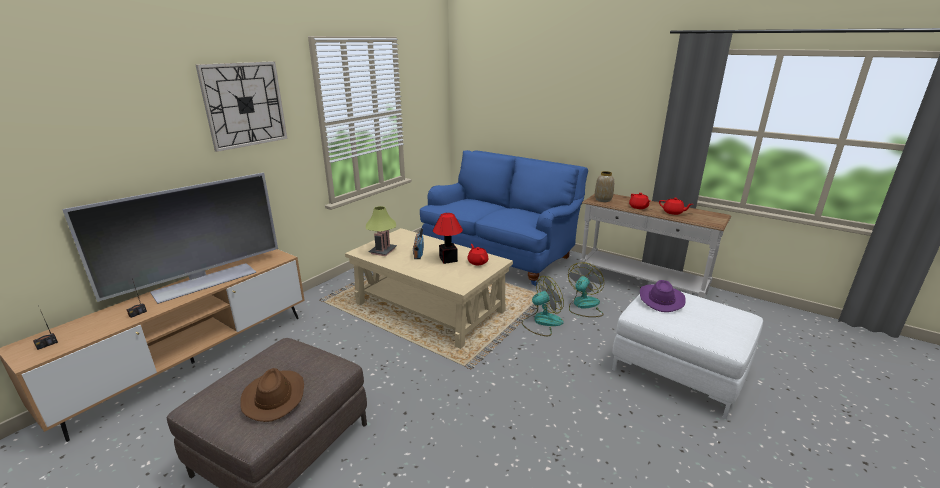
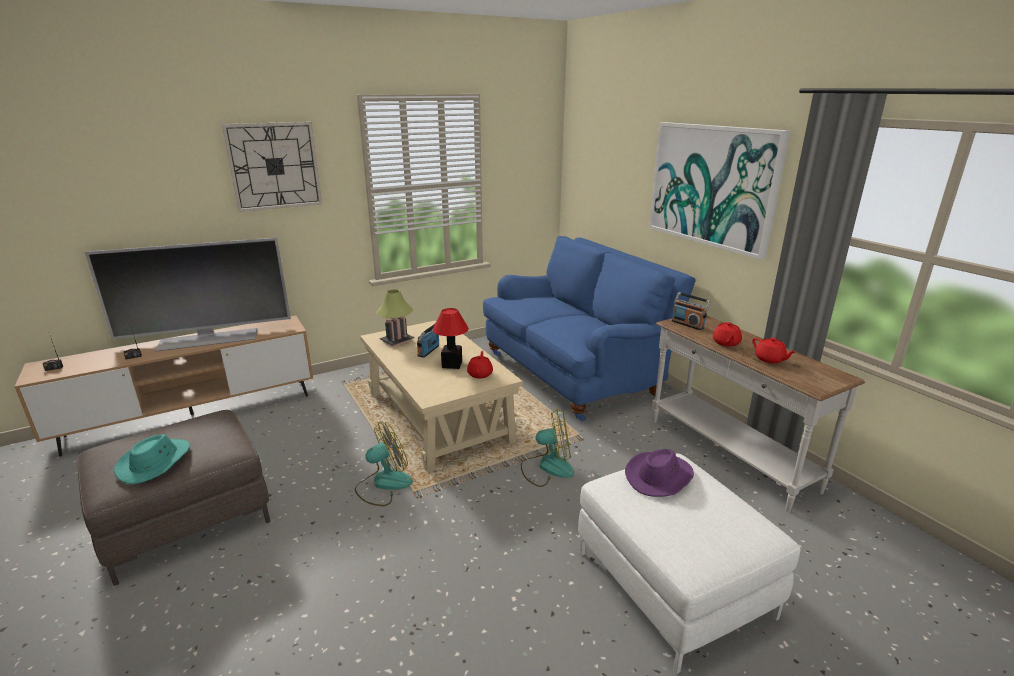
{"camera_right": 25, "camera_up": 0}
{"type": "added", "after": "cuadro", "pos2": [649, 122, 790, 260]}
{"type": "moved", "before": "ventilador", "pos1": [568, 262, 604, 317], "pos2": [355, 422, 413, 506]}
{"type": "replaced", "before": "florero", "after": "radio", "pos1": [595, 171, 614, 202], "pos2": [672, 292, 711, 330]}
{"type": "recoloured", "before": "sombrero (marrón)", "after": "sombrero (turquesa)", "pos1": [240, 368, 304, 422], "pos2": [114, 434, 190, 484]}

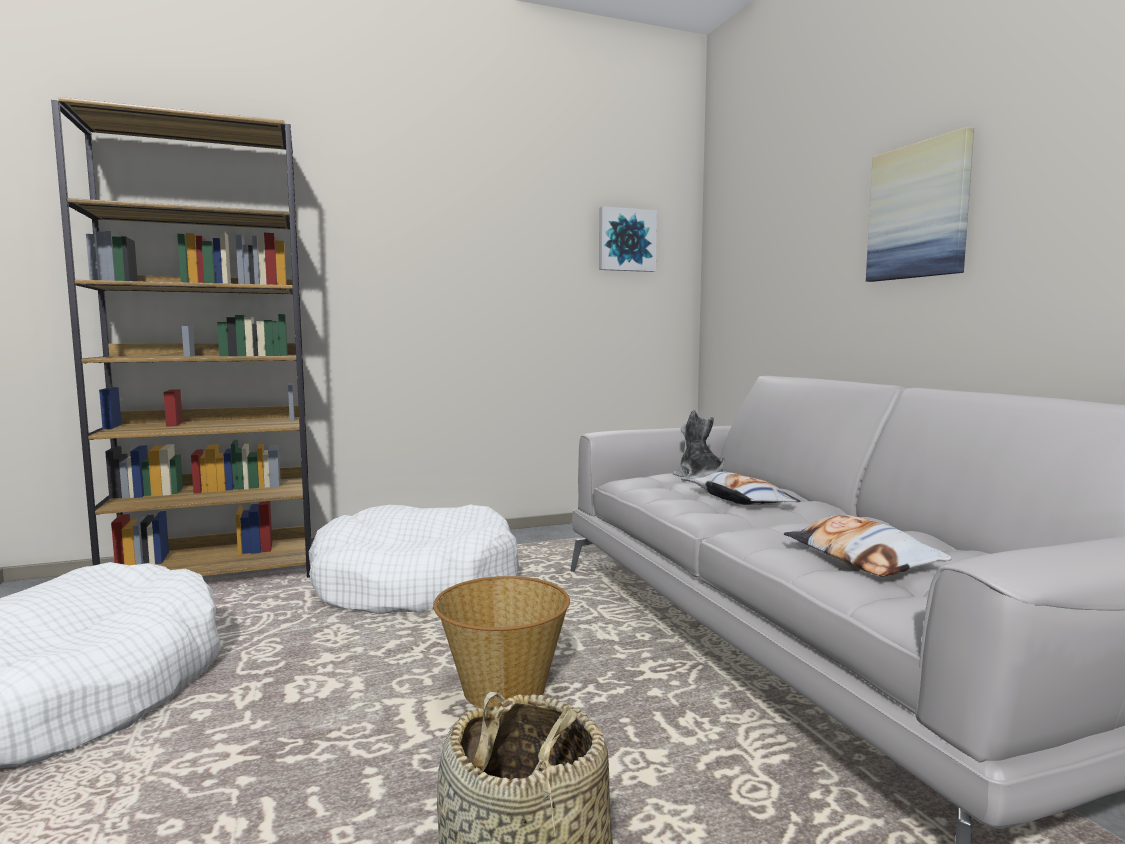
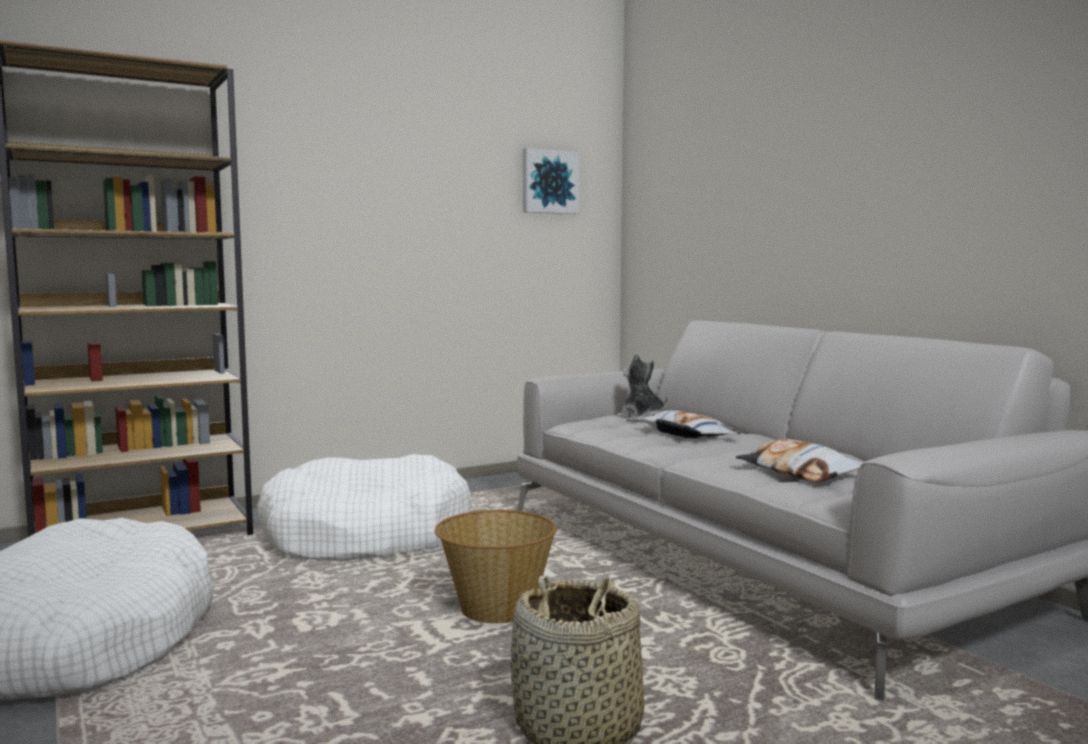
{"camera_right": -10, "camera_up": 0}
{"type": "removed", "before": "cuadro", "pos1": [866, 127, 974, 282]}

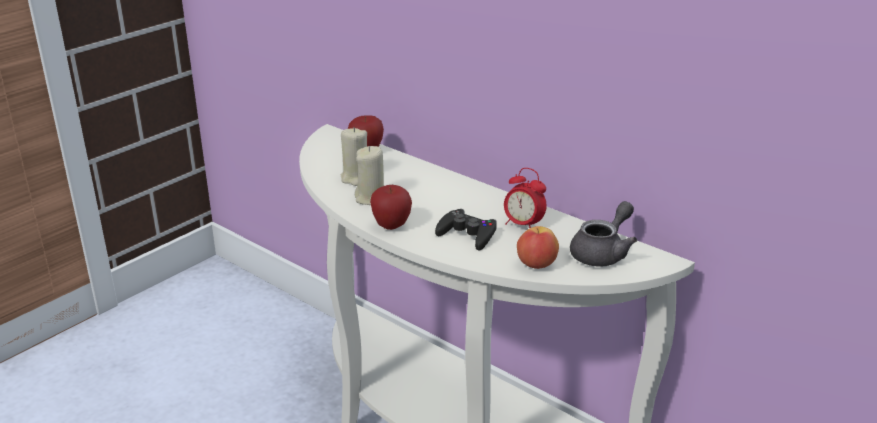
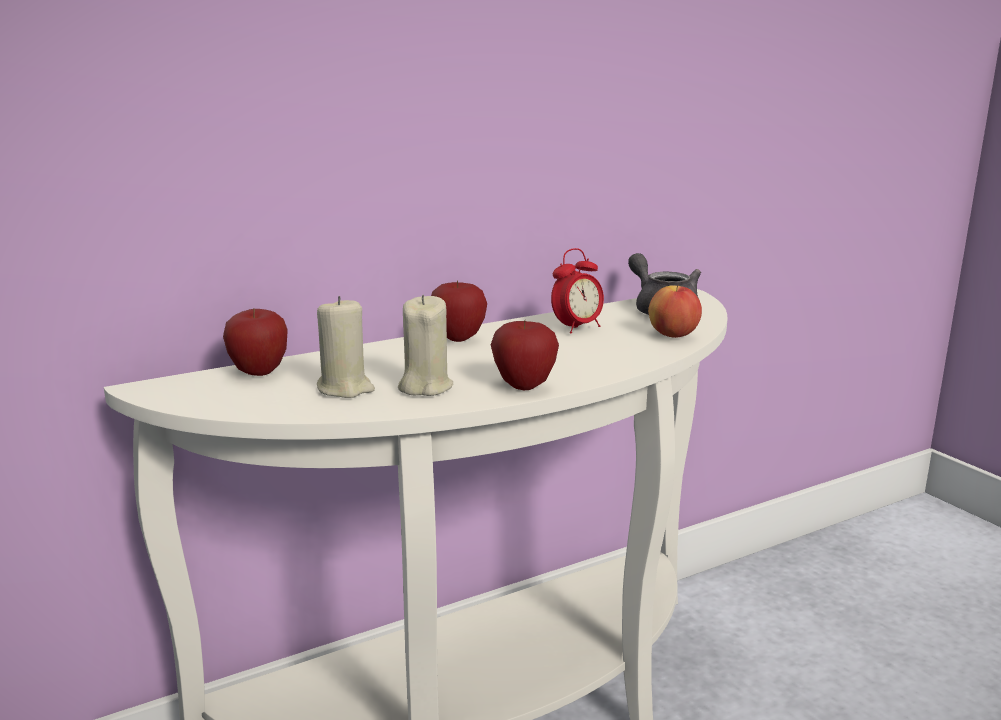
{"camera_right": -70, "camera_up": -10}
{"type": "removed", "before": "mando de consola (negro)", "pos1": [435, 209, 497, 250]}
{"type": "added", "after": "manzana", "pos2": [431, 281, 487, 342]}

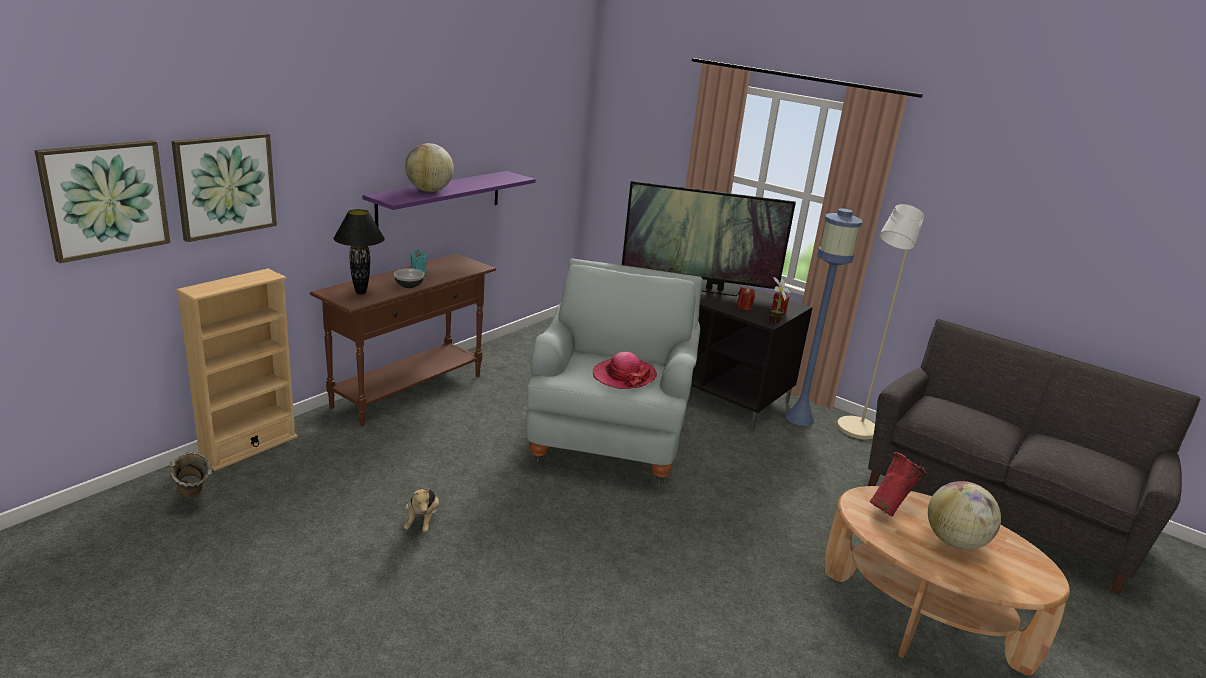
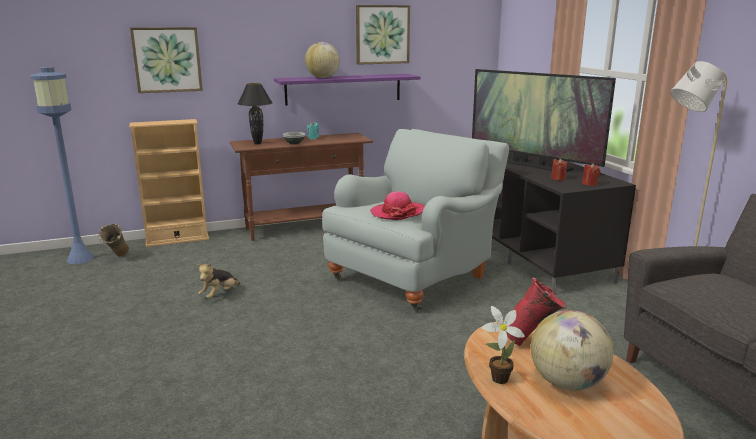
{"camera_right": 35, "camera_up": -5}
{"type": "moved", "before": "cuadro", "pos1": [35, 140, 170, 263], "pos2": [356, 5, 410, 65]}
{"type": "moved", "before": "planta en maceta", "pos1": [769, 277, 791, 324], "pos2": [482, 306, 525, 384]}
{"type": "moved", "before": "lámpara de pie (azul)", "pos1": [785, 208, 863, 426], "pos2": [30, 67, 94, 264]}

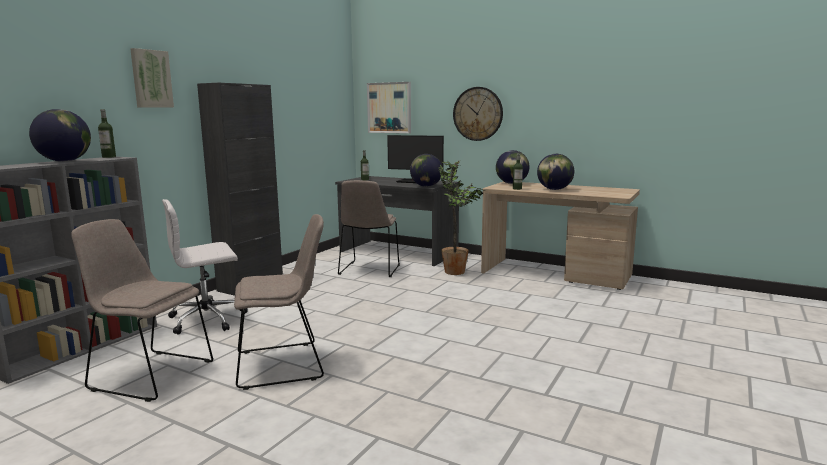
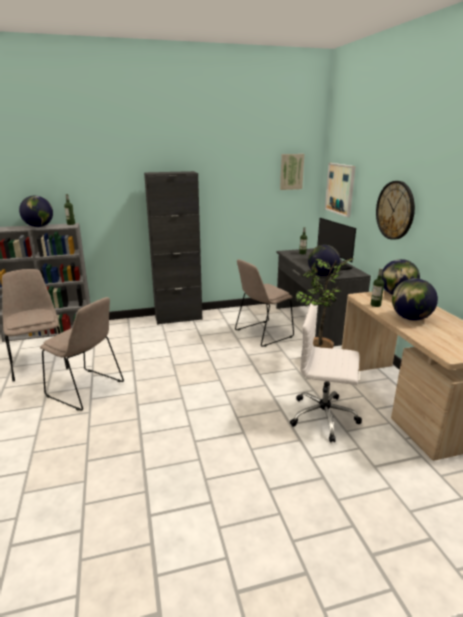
{"camera_right": 45, "camera_up": 10}
{"type": "moved", "before": "cuadro", "pos1": [130, 48, 174, 107], "pos2": [280, 154, 304, 190]}
{"type": "moved", "before": "silla de oficina (blanco)", "pos1": [162, 199, 248, 334], "pos2": [290, 303, 362, 443]}

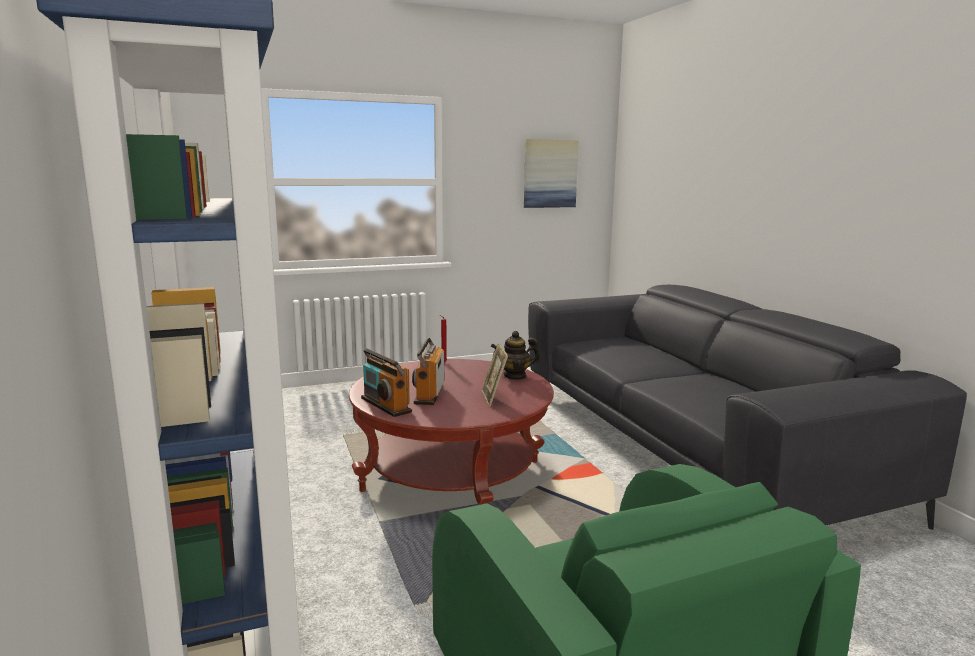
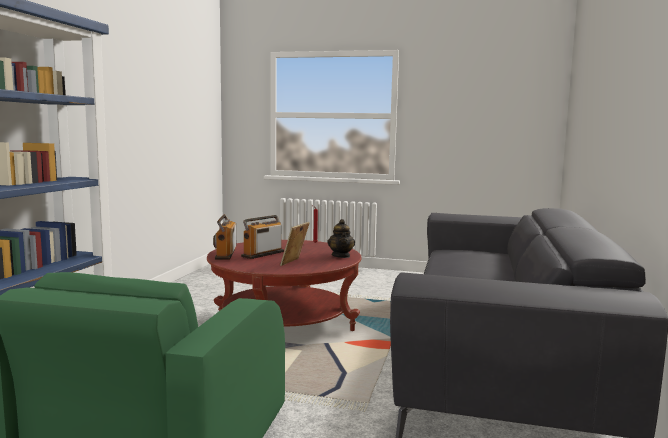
{"camera_right": 35, "camera_up": -5}
{"type": "removed", "before": "cuadro", "pos1": [524, 139, 579, 208]}
{"type": "turned", "before": "tetera", "pos1": [491, 331, 540, 380], "pos2": [327, 219, 355, 258], "turn": -120}

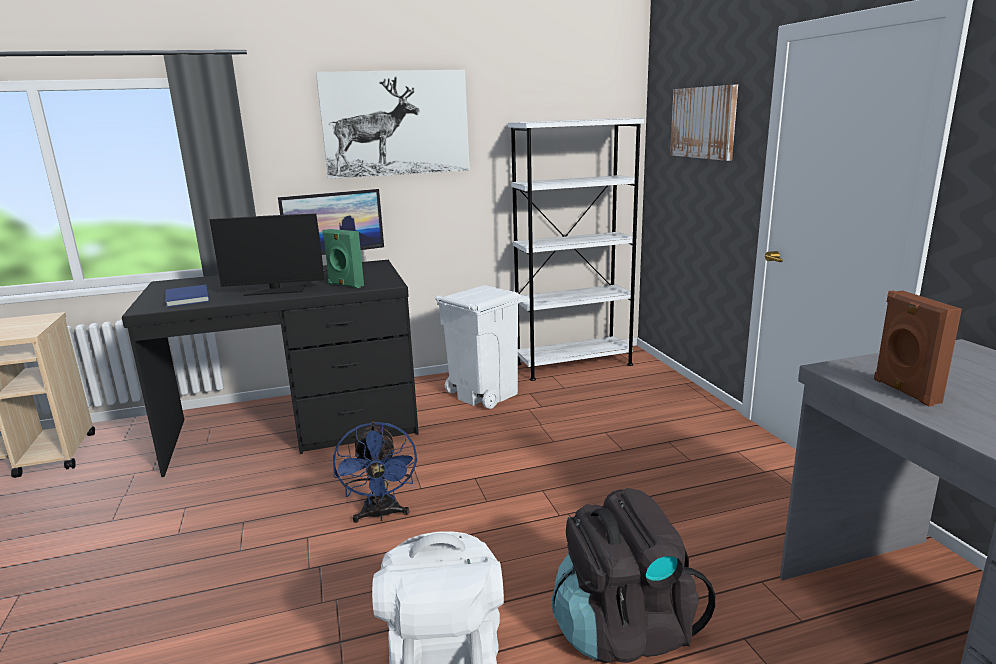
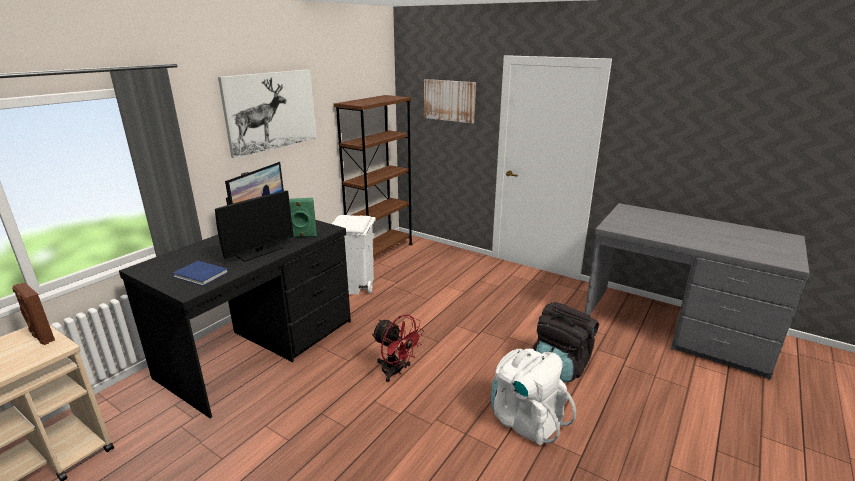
{"camera_right": -40, "camera_up": 5}
{"type": "moved", "before": "altavoz (marrón)", "pos1": [874, 290, 962, 406], "pos2": [12, 282, 55, 345]}
{"type": "recoloured", "before": "ventilador (azul)", "after": "ventilador (rojo)", "pos1": [333, 421, 418, 523], "pos2": [372, 314, 424, 382]}
{"type": "recoloured", "before": "estantería (blanco)", "after": "estantería (marrón)", "pos1": [508, 118, 644, 381], "pos2": [334, 95, 413, 258]}

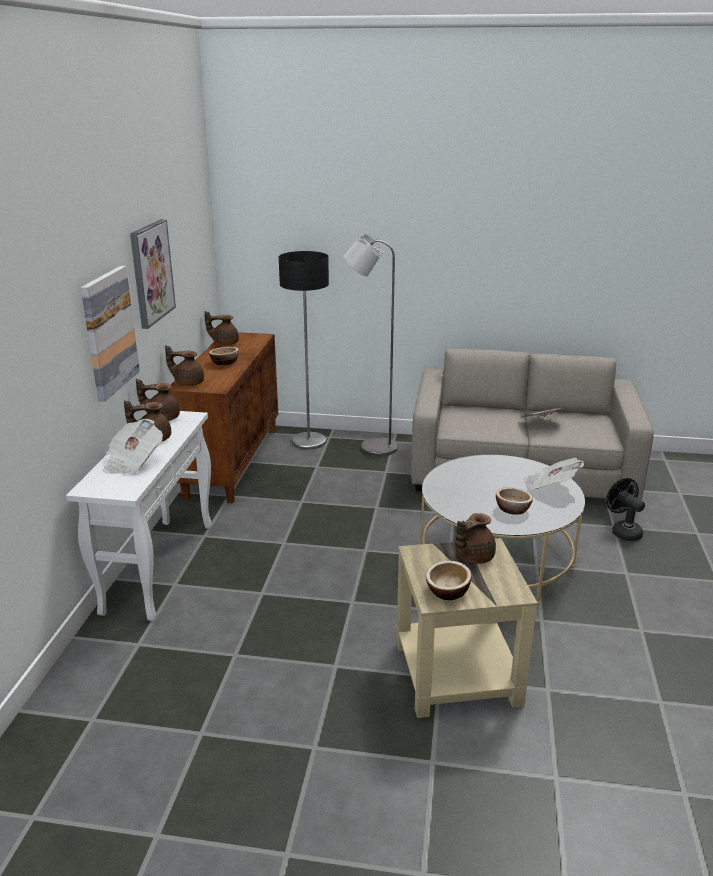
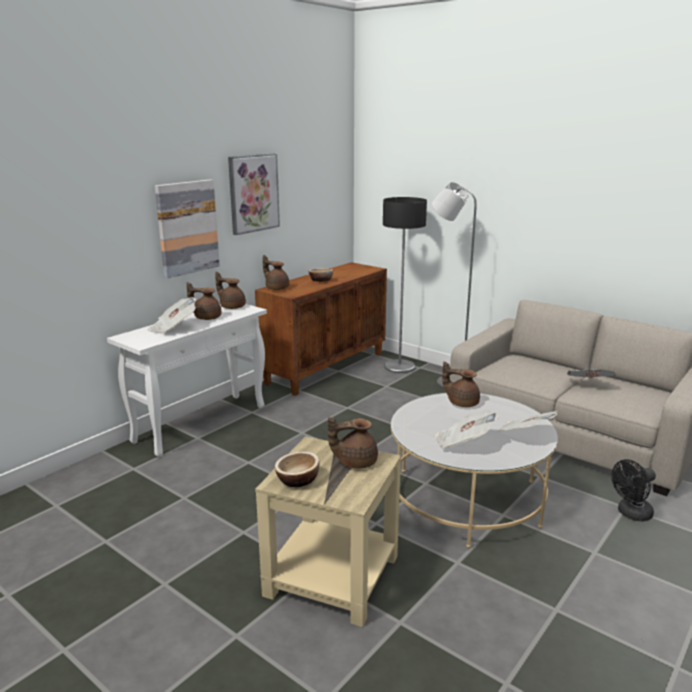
{"camera_right": 30, "camera_up": -5}
{"type": "moved", "before": "tetera (marrón)", "pos1": [204, 311, 239, 345], "pos2": [442, 361, 480, 407]}
{"type": "replaced", "before": "cuenco", "after": "periódico", "pos1": [496, 487, 533, 515], "pos2": [434, 410, 498, 449]}
{"type": "turned", "before": "ventilador (negro)", "pos1": [606, 478, 645, 541], "pos2": [611, 460, 656, 522], "turn": -120}

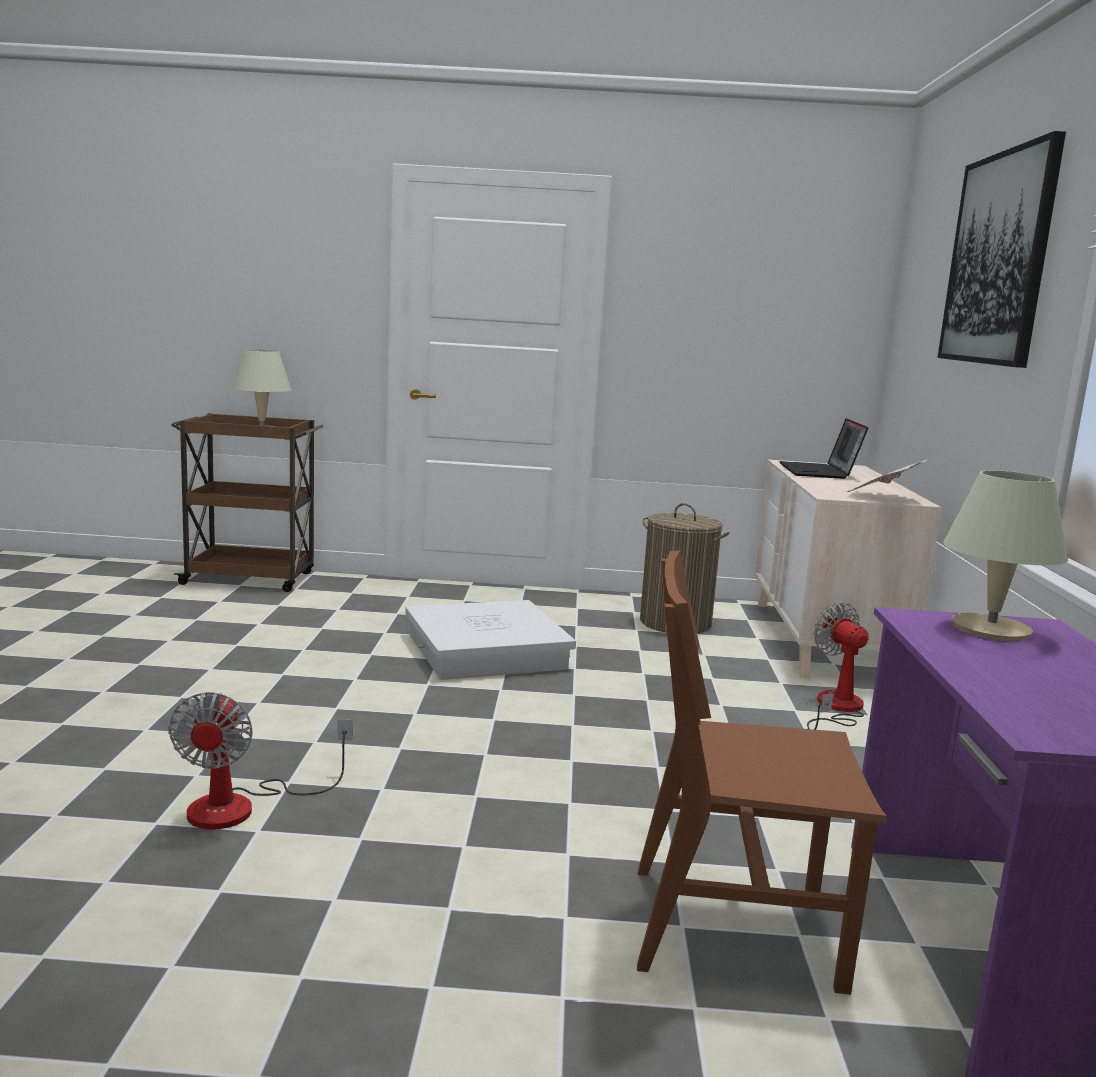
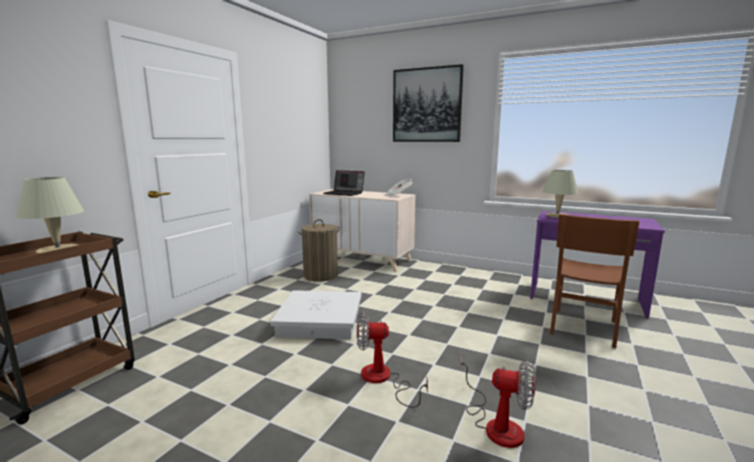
{"camera_right": -65, "camera_up": 0}
{"type": "moved", "before": "ventilador", "pos1": [807, 602, 869, 730], "pos2": [357, 312, 428, 408]}

